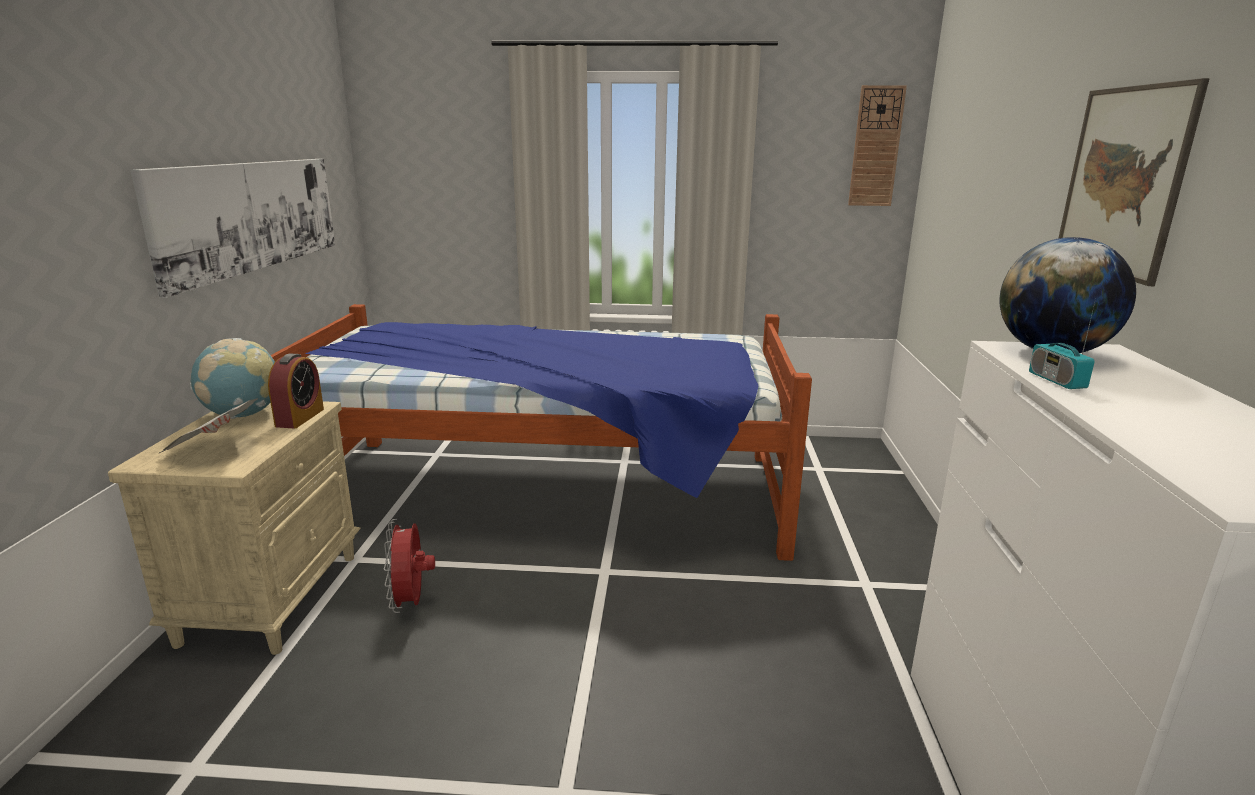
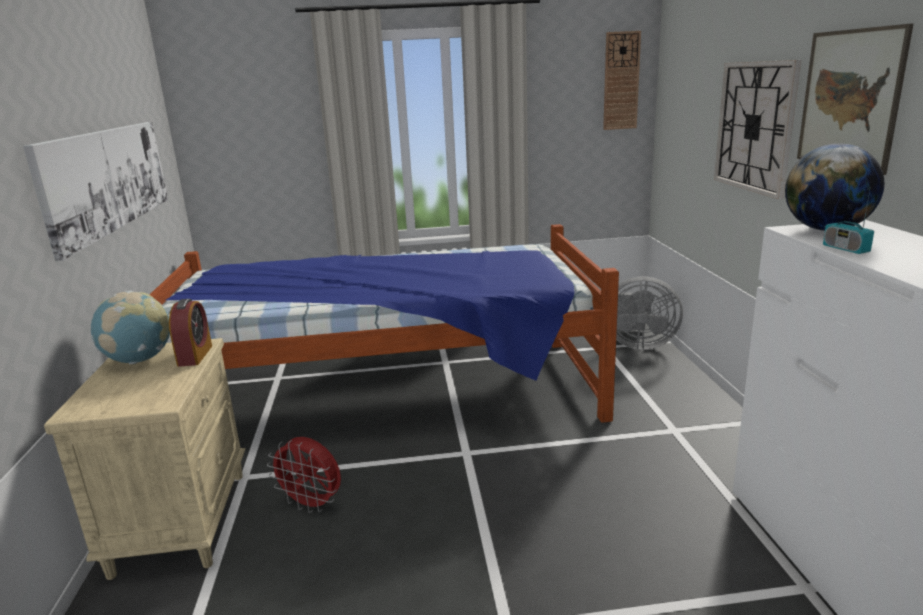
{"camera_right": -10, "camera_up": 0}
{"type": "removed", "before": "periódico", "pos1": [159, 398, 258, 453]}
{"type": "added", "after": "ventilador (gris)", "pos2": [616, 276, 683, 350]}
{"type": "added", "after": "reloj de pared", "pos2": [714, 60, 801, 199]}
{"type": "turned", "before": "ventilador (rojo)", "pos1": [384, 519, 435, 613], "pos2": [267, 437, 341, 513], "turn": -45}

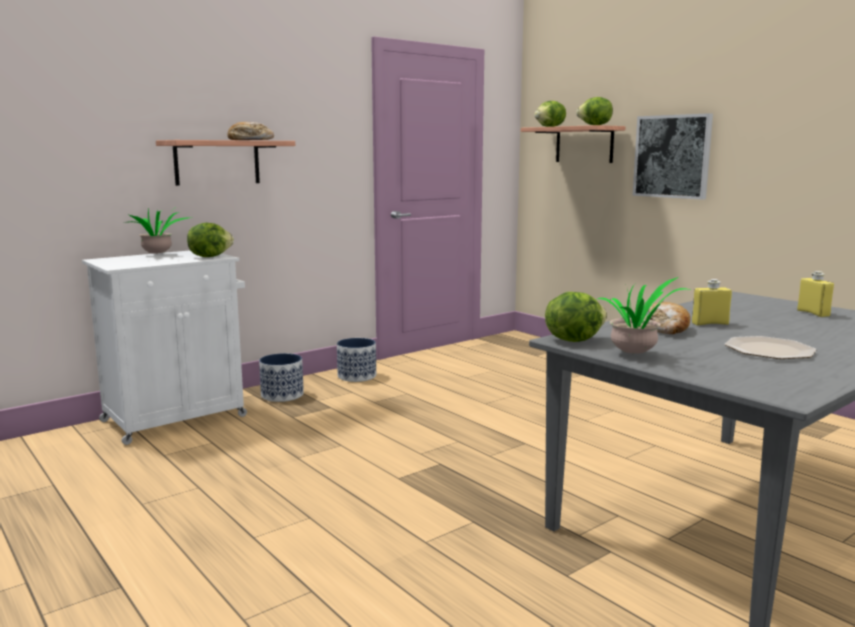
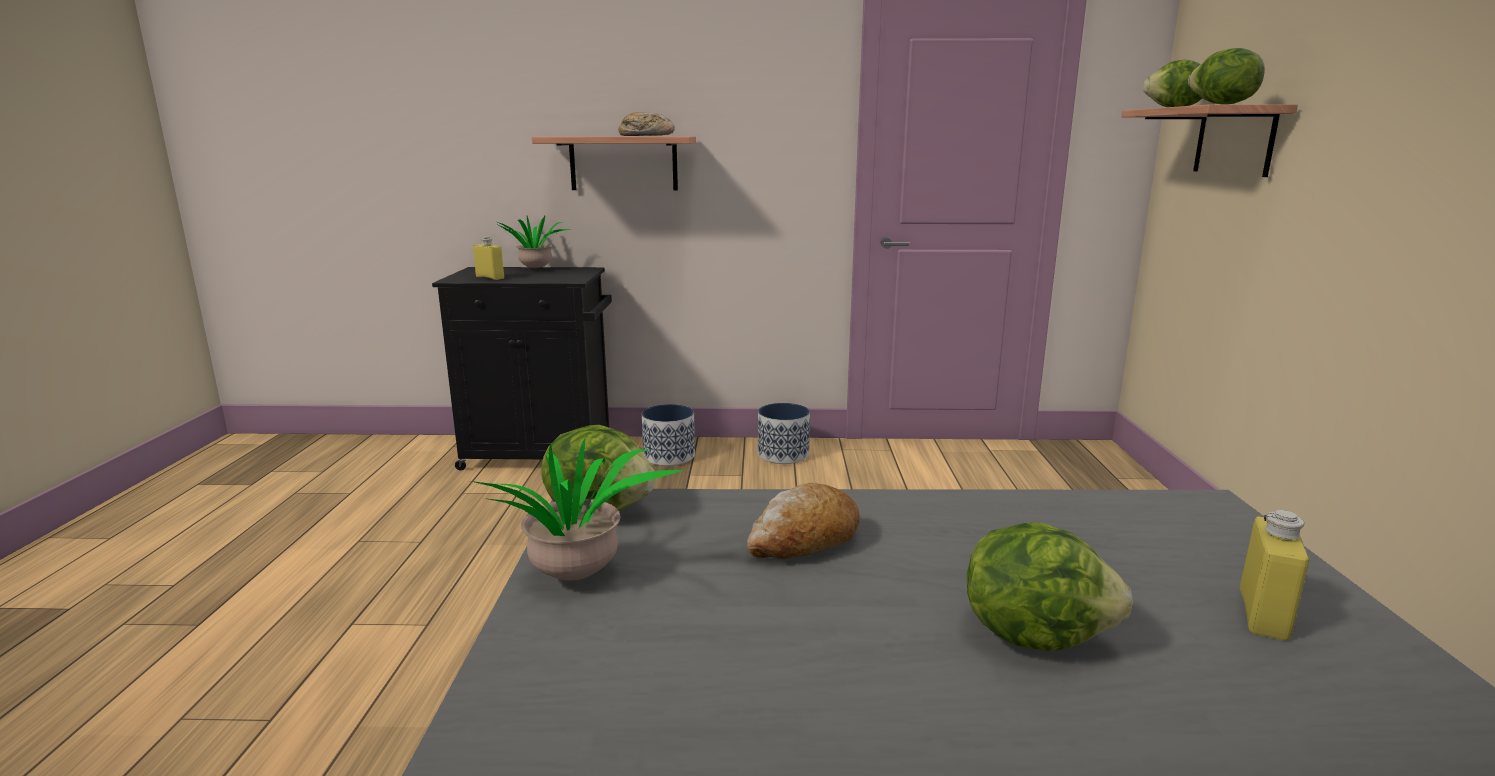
{"camera_right": 40, "camera_up": 5}
{"type": "removed", "before": "cuadro", "pos1": [633, 113, 713, 200]}
{"type": "removed", "before": "plato", "pos1": [725, 336, 816, 359]}
{"type": "moved", "before": "lechuga", "pos1": [187, 223, 234, 257], "pos2": [967, 522, 1133, 651]}
{"type": "moved", "before": "botella (amarillo)", "pos1": [692, 279, 732, 326], "pos2": [473, 237, 504, 280]}
{"type": "recoloured", "before": "armario (blanco)", "after": "armario (negro)", "pos1": [82, 250, 247, 445], "pos2": [432, 267, 612, 471]}

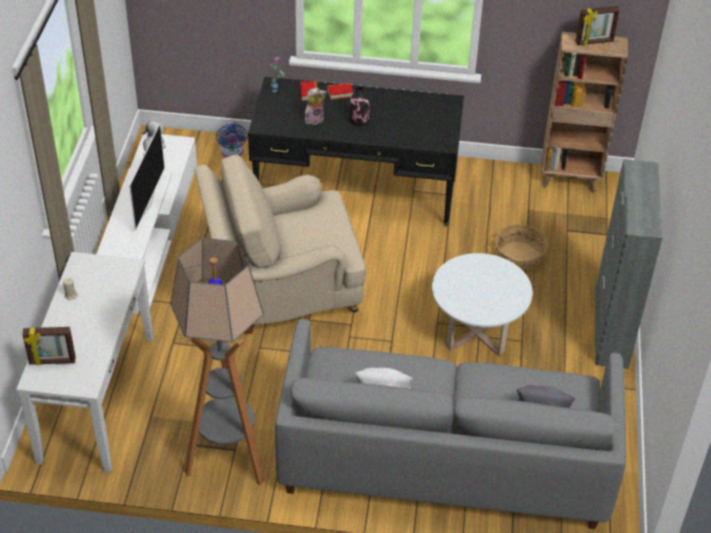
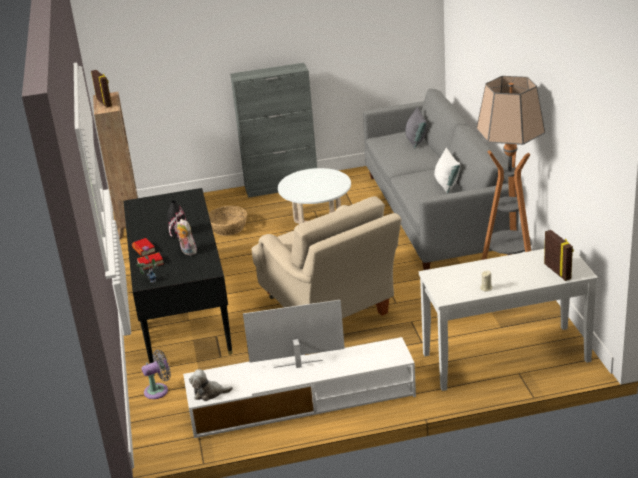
{"camera_right": -105, "camera_up": -15}
{"type": "recoloured", "before": "ventilador (azul)", "after": "ventilador (gris)", "pos1": [216, 121, 248, 157], "pos2": [142, 350, 171, 399]}

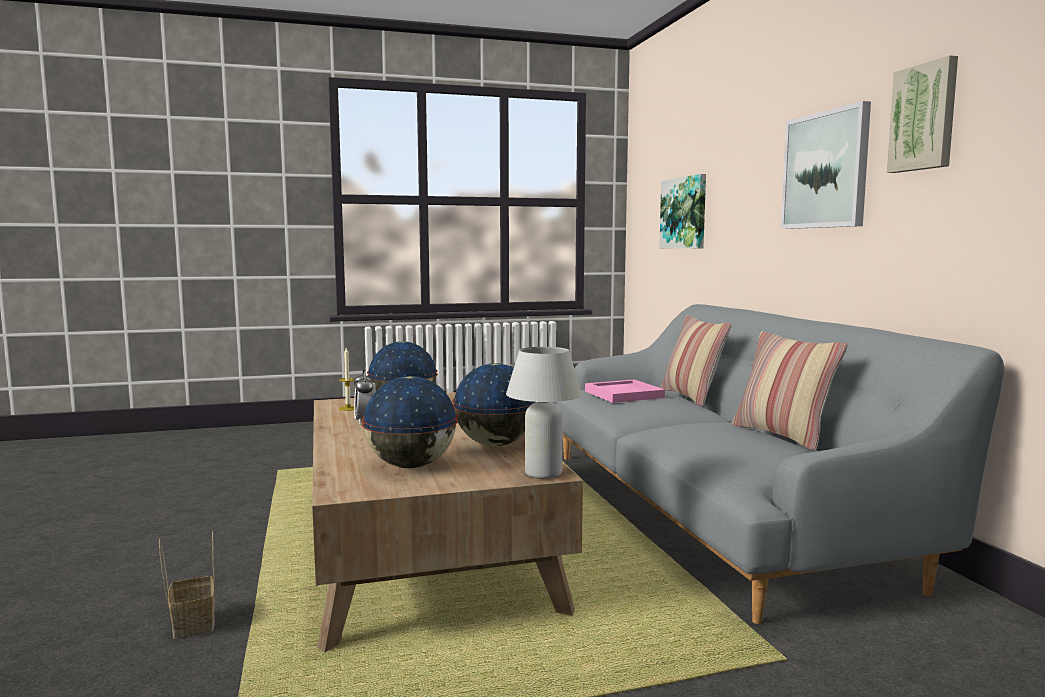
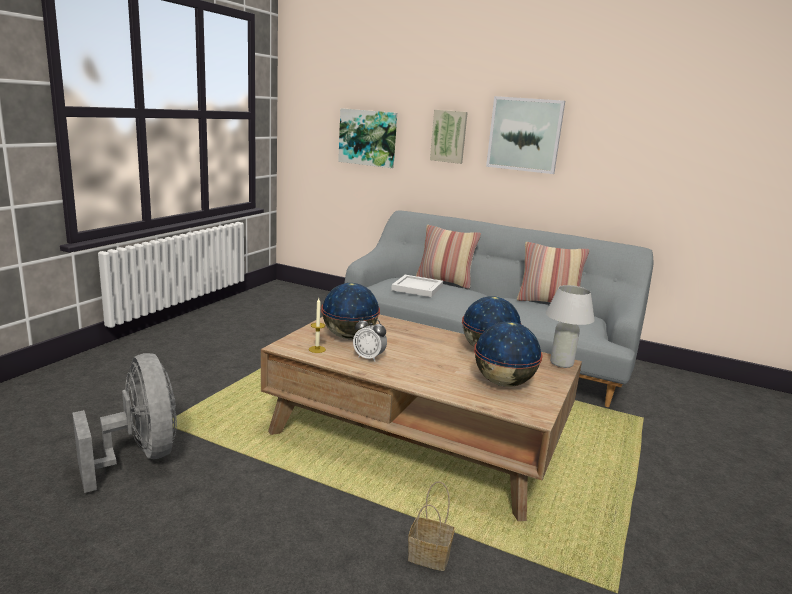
{"camera_right": -50, "camera_up": 10}
{"type": "added", "after": "ventilador (gris)", "pos2": [72, 353, 177, 493]}
{"type": "moved", "before": "cuadro", "pos1": [887, 55, 958, 173], "pos2": [430, 110, 468, 164]}
{"type": "recoloured", "before": "bandeja (rosa)", "after": "bandeja (blanco)", "pos1": [585, 379, 665, 403], "pos2": [391, 275, 443, 297]}

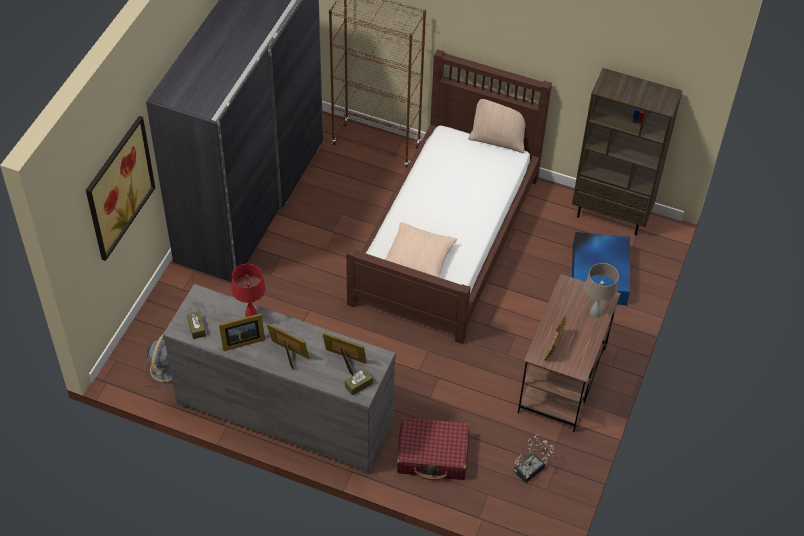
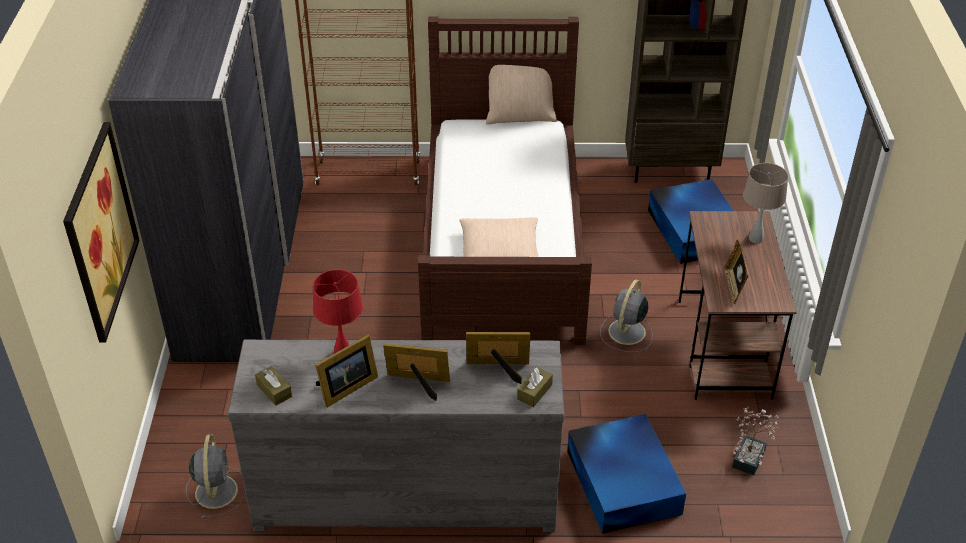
{"camera_right": -20, "camera_up": -10}
{"type": "added", "after": "ventilador (gris)", "pos2": [600, 280, 653, 352]}
{"type": "replaced", "before": "maleta (rojo)", "after": "caja de almacenaje (azul)", "pos1": [397, 417, 470, 481], "pos2": [567, 414, 686, 534]}

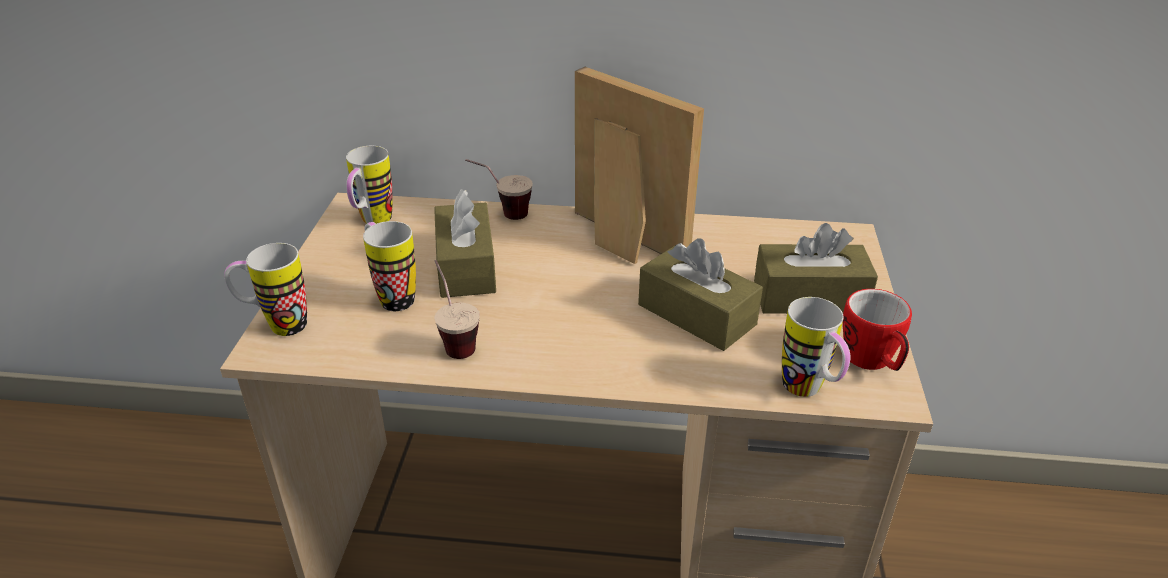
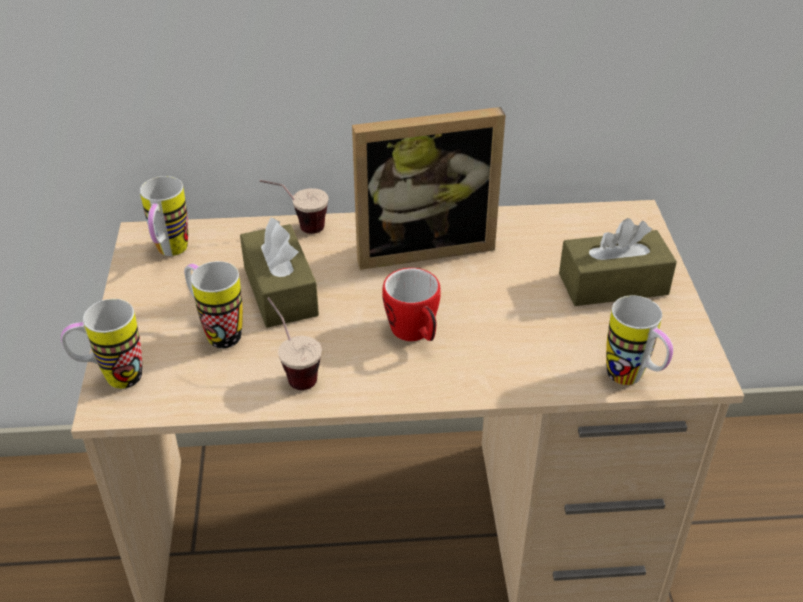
{"camera_right": -10, "camera_up": 5}
{"type": "removed", "before": "caja de pañuelos (marrón)", "pos1": [638, 238, 763, 351]}
{"type": "moved", "before": "taza grande", "pos1": [843, 289, 912, 371], "pos2": [382, 268, 440, 341]}
{"type": "turned", "before": "portarretratos", "pos1": [575, 67, 704, 264], "pos2": [352, 107, 506, 270], "turn": 135}

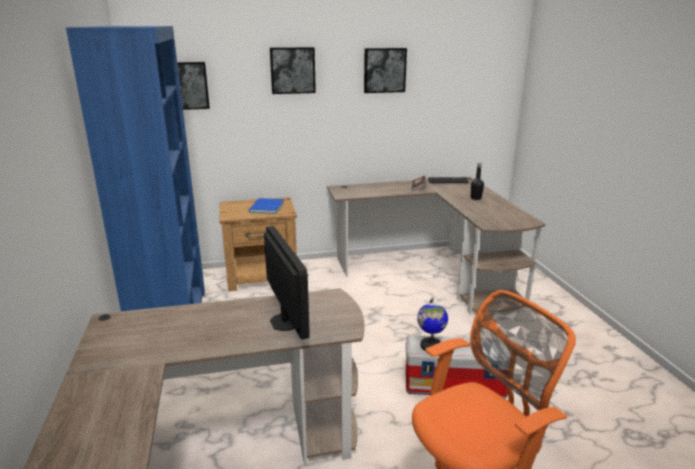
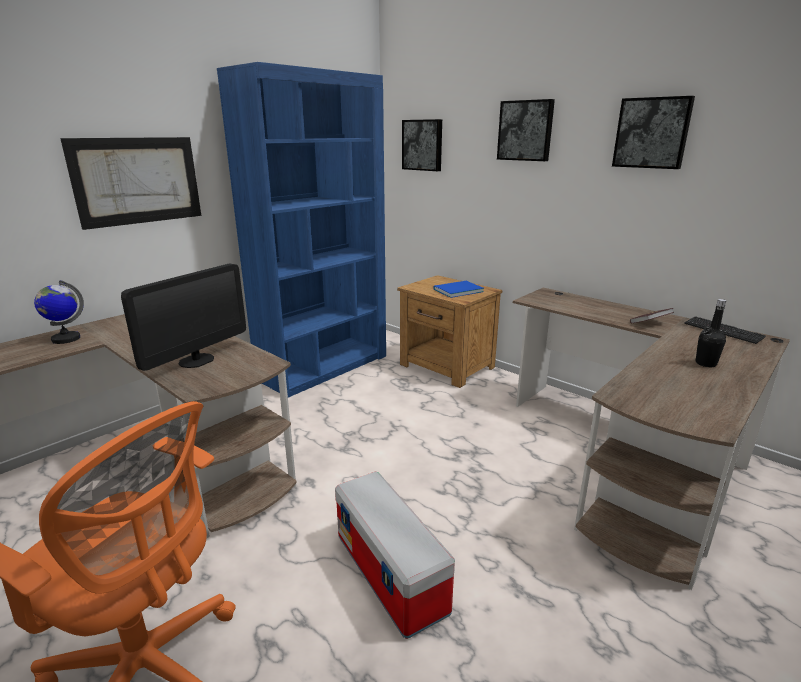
{"camera_right": 55, "camera_up": 0}
{"type": "added", "after": "cuadro", "pos2": [60, 137, 201, 230]}
{"type": "moved", "before": "globo terráqueo", "pos1": [417, 298, 448, 351], "pos2": [34, 280, 84, 344]}

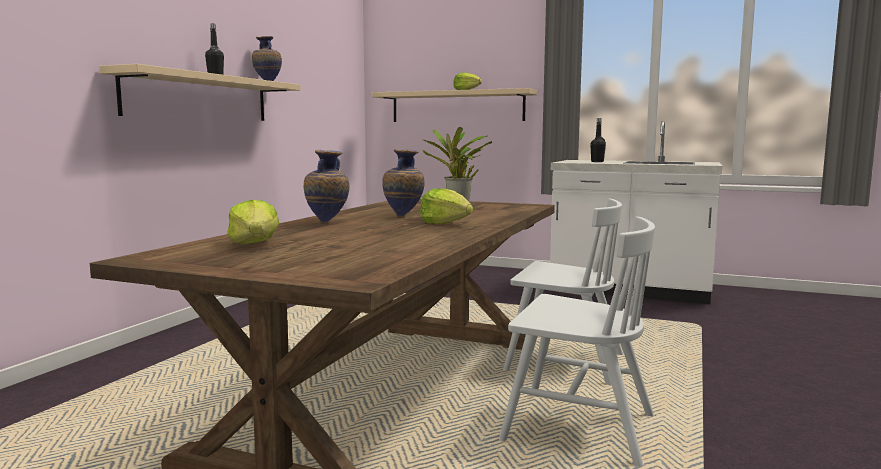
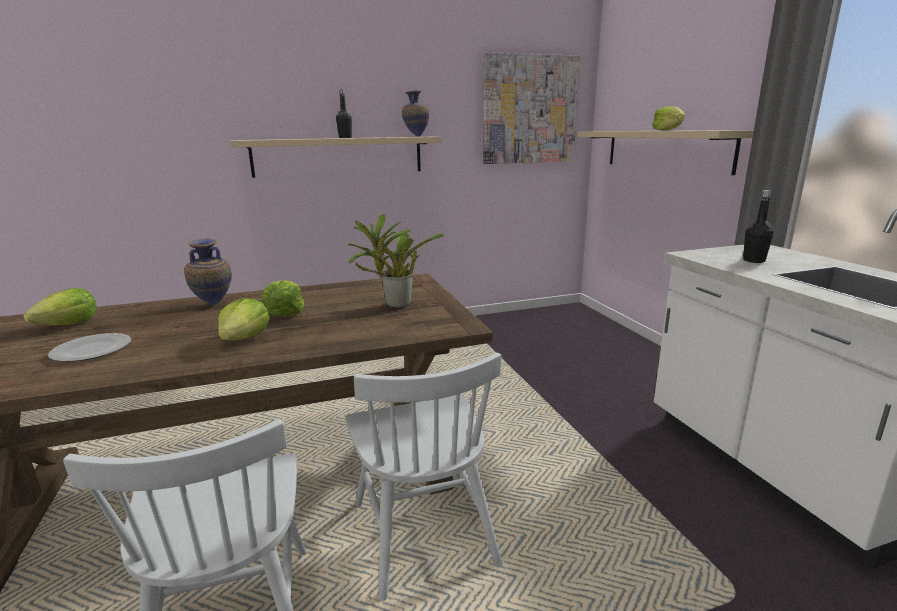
{"camera_right": 50, "camera_up": 10}
{"type": "added", "after": "plato", "pos2": [48, 333, 131, 362]}
{"type": "added", "after": "cuadro", "pos2": [483, 52, 580, 164]}
{"type": "replaced", "before": "florero", "after": "lechuga", "pos1": [382, 149, 425, 216], "pos2": [261, 280, 304, 316]}

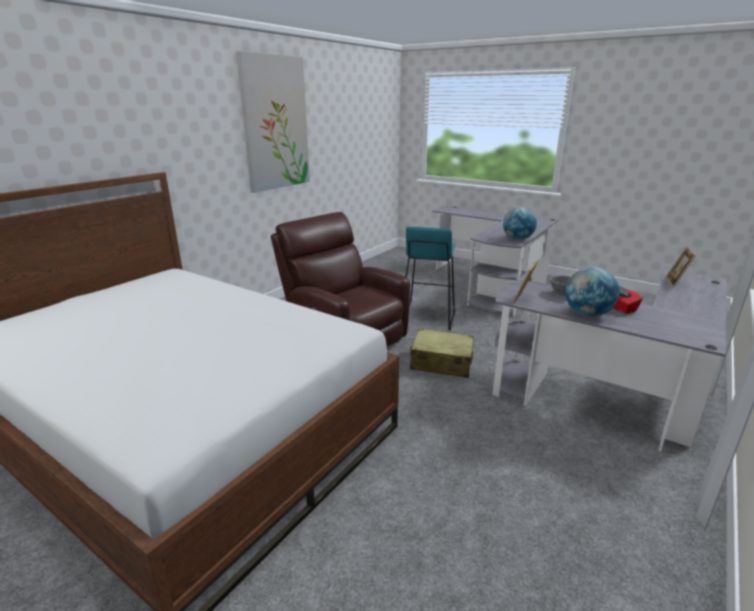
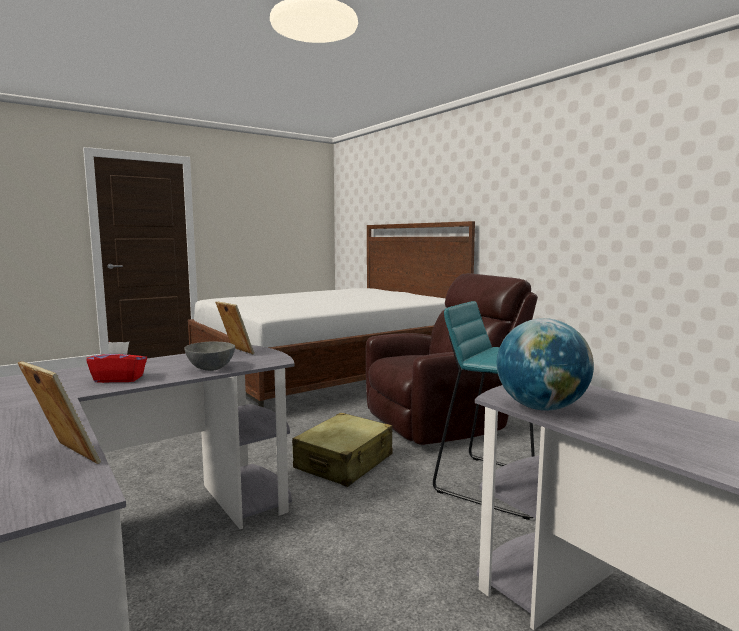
{"camera_right": 110, "camera_up": -15}
{"type": "removed", "before": "cuadro", "pos1": [236, 51, 310, 193]}
{"type": "removed", "before": "globo terráqueo", "pos1": [565, 267, 620, 317]}

